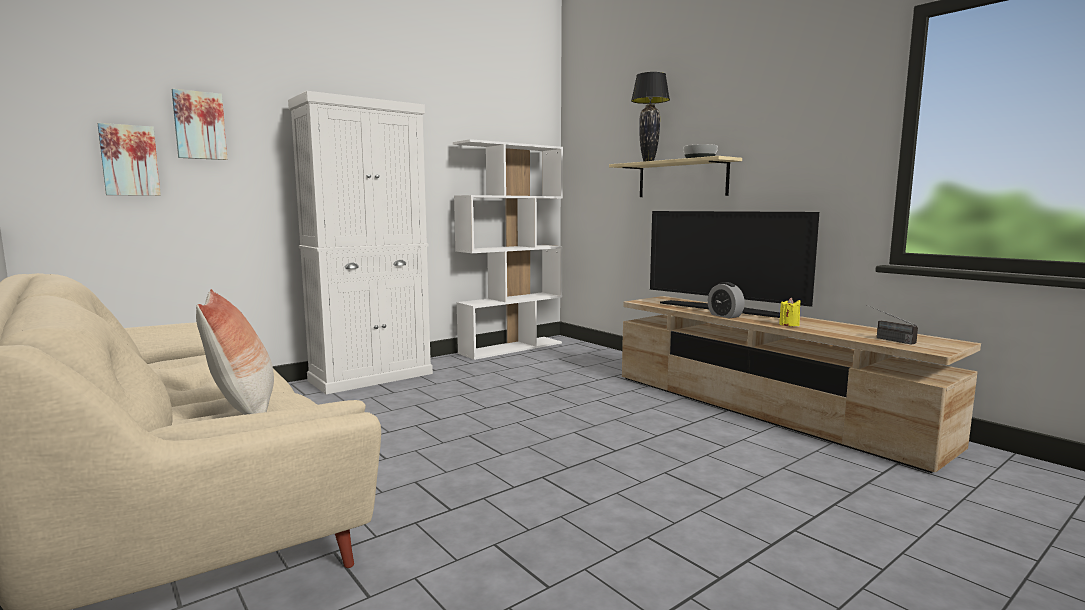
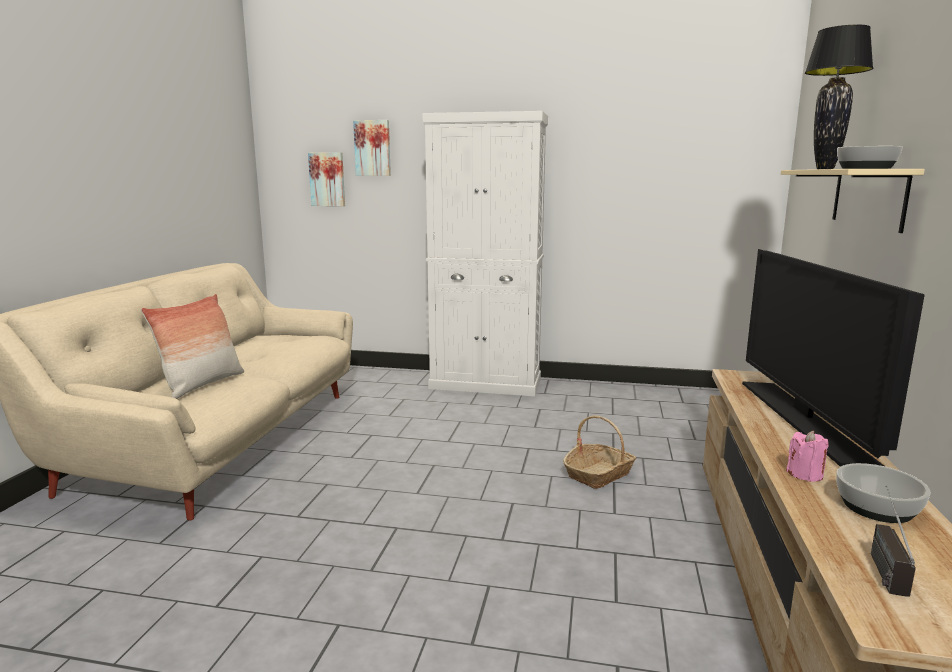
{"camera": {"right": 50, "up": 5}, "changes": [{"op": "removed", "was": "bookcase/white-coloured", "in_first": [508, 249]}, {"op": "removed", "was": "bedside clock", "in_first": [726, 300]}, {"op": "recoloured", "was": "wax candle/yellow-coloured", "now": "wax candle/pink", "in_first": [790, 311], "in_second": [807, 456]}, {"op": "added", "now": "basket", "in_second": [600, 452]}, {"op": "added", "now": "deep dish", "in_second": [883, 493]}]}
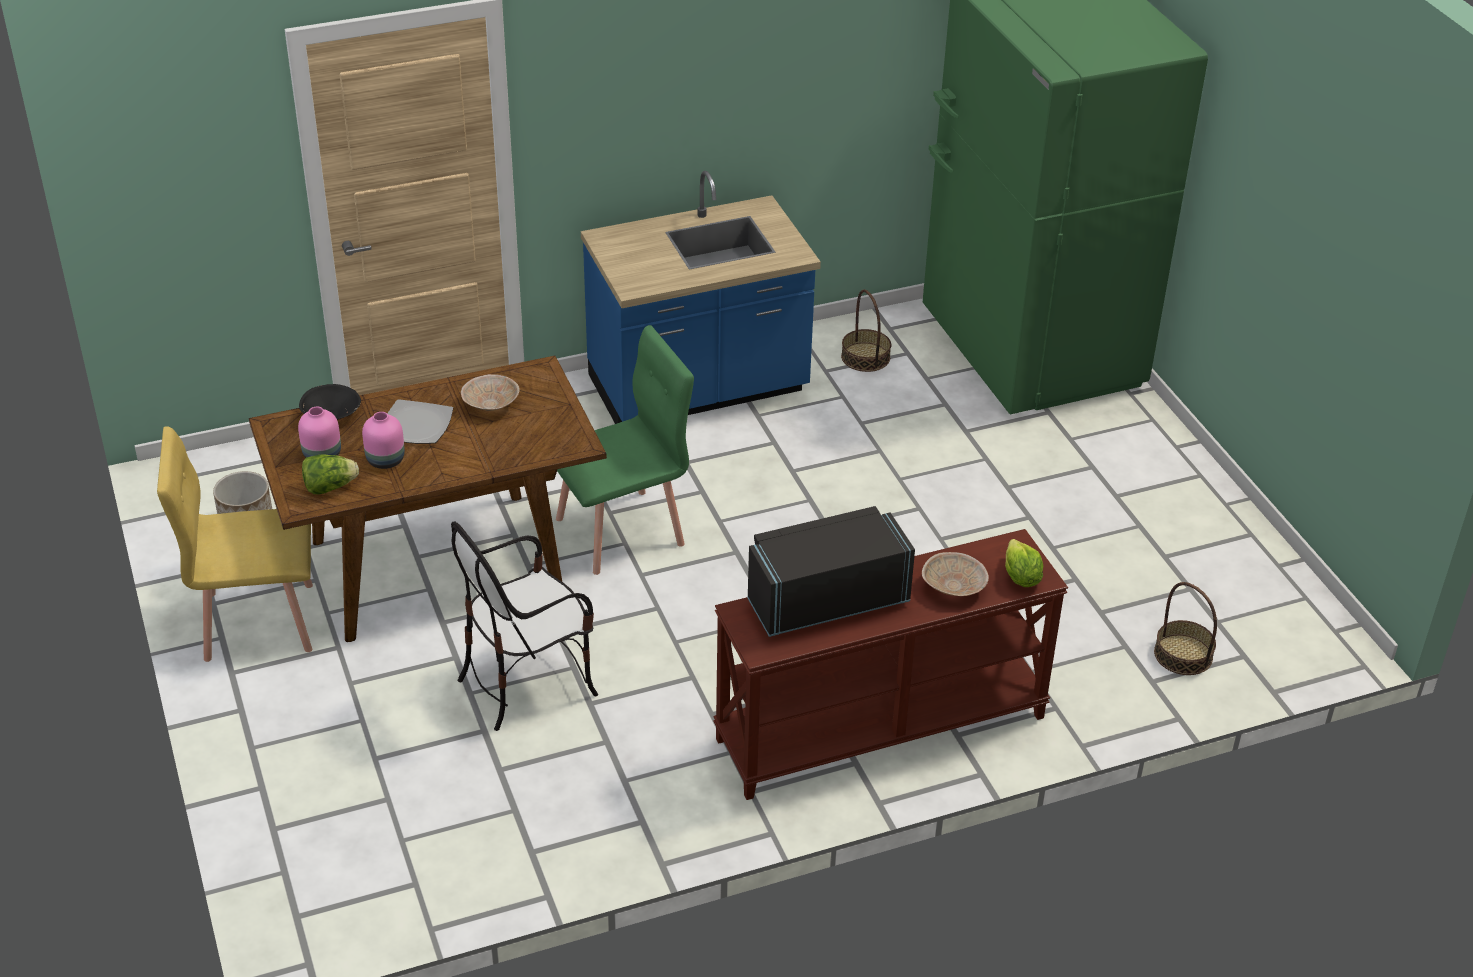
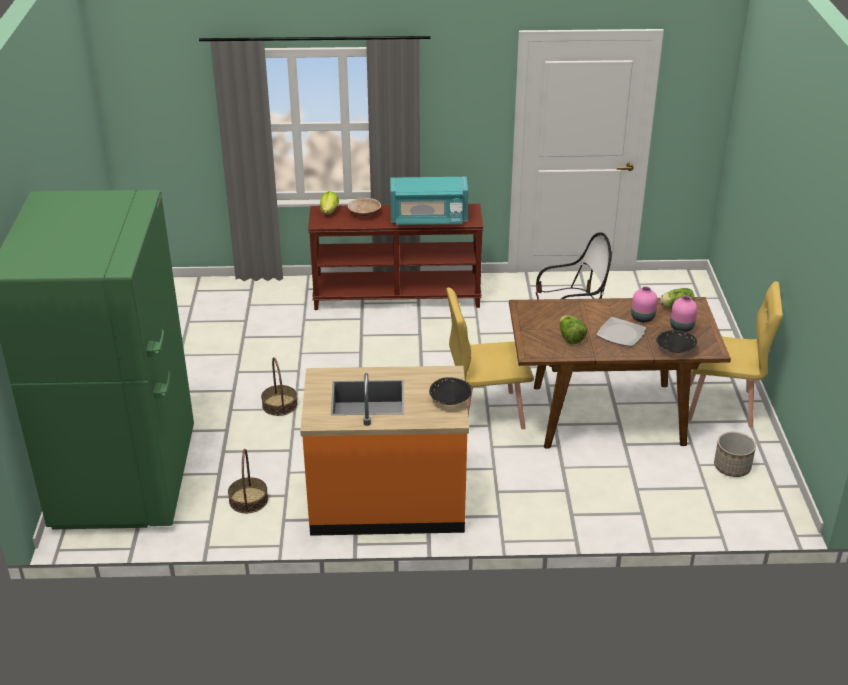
{"camera": {"right": -160, "up": -5}, "changes": [{"op": "replaced", "was": "deep dish/sand-coloured", "now": "lettuce head", "in_first": [490, 392], "in_second": [573, 329]}, {"op": "recoloured", "was": "plain chair/greenish", "now": "plain chair/yellow-coloured", "in_first": [625, 450], "in_second": [490, 358]}, {"op": "recoloured", "was": "counter/blue", "now": "counter/orange-coloured", "in_first": [701, 297], "in_second": [384, 451]}, {"op": "recoloured", "was": "microwave oven/blackish", "now": "microwave oven/blue-green", "in_first": [831, 571], "in_second": [429, 201]}, {"op": "moved", "was": "basket", "in_first": [1185, 628], "in_second": [279, 386]}, {"op": "added", "now": "deep dish/blackish", "in_second": [450, 391]}]}
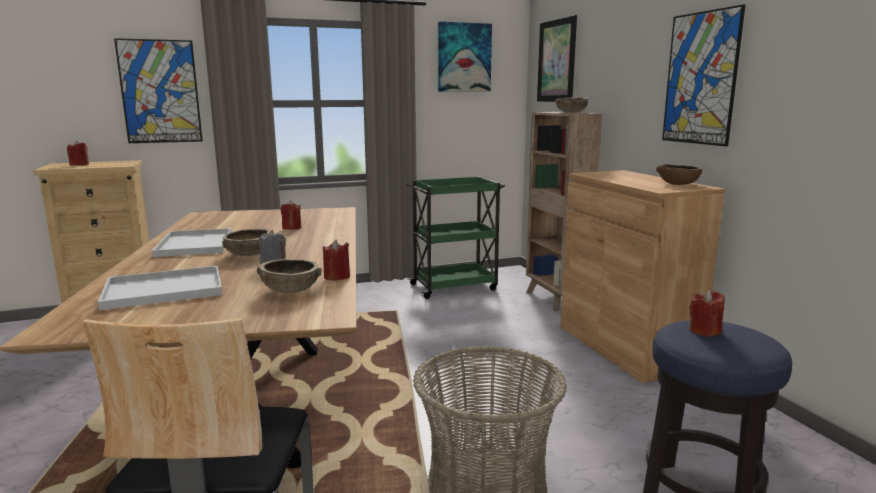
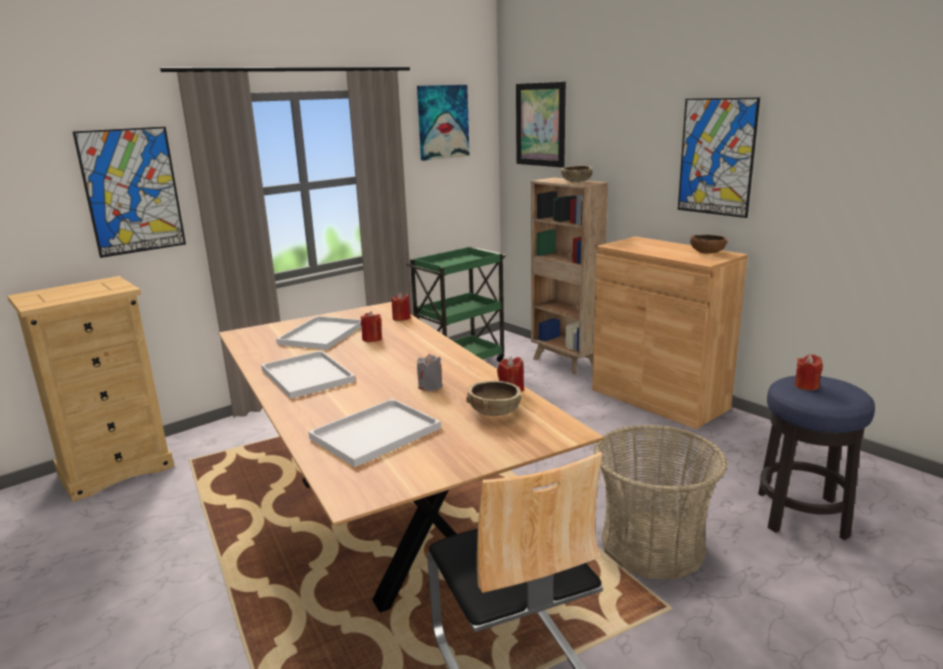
{"camera": {"right": -20, "up": 5}, "changes": [{"op": "moved", "was": "wax candle/reddish", "in_first": [78, 153], "in_second": [401, 306]}, {"op": "removed", "was": "deep dish/brown", "in_first": [246, 242]}, {"op": "added", "now": "tray/white-coloured", "in_second": [319, 333]}]}
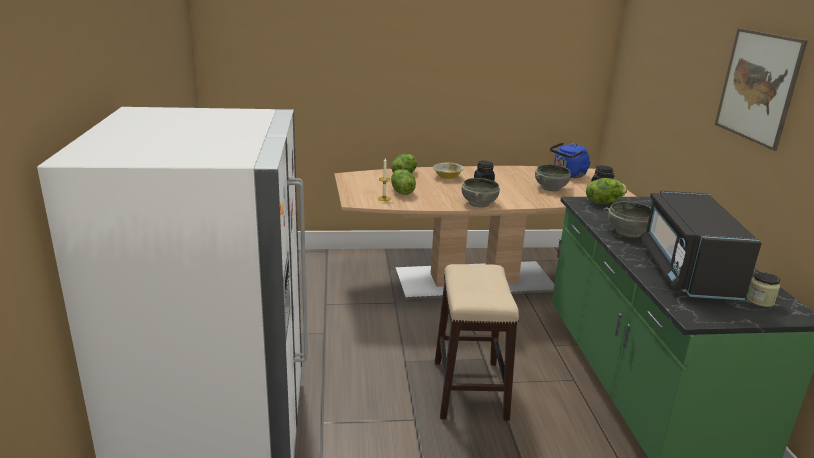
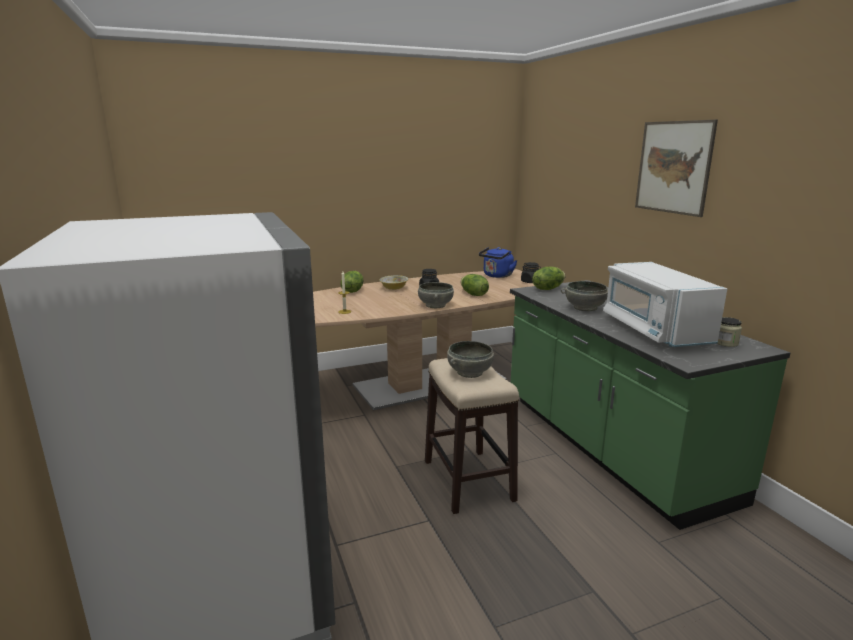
{"camera": {"right": -15, "up": -5}, "changes": [{"op": "moved", "was": "lettuce head", "in_first": [403, 182], "in_second": [475, 285]}, {"op": "moved", "was": "deep dish/greyish", "in_first": [553, 177], "in_second": [470, 359]}, {"op": "recoloured", "was": "microwave oven/blackish", "now": "microwave oven/white-coloured", "in_first": [701, 246], "in_second": [665, 304]}]}
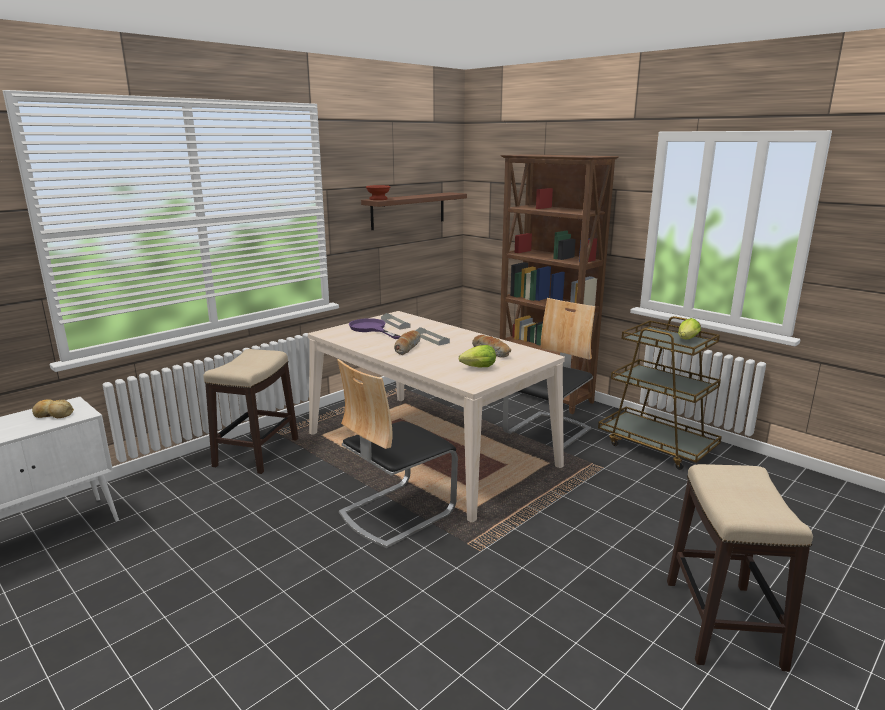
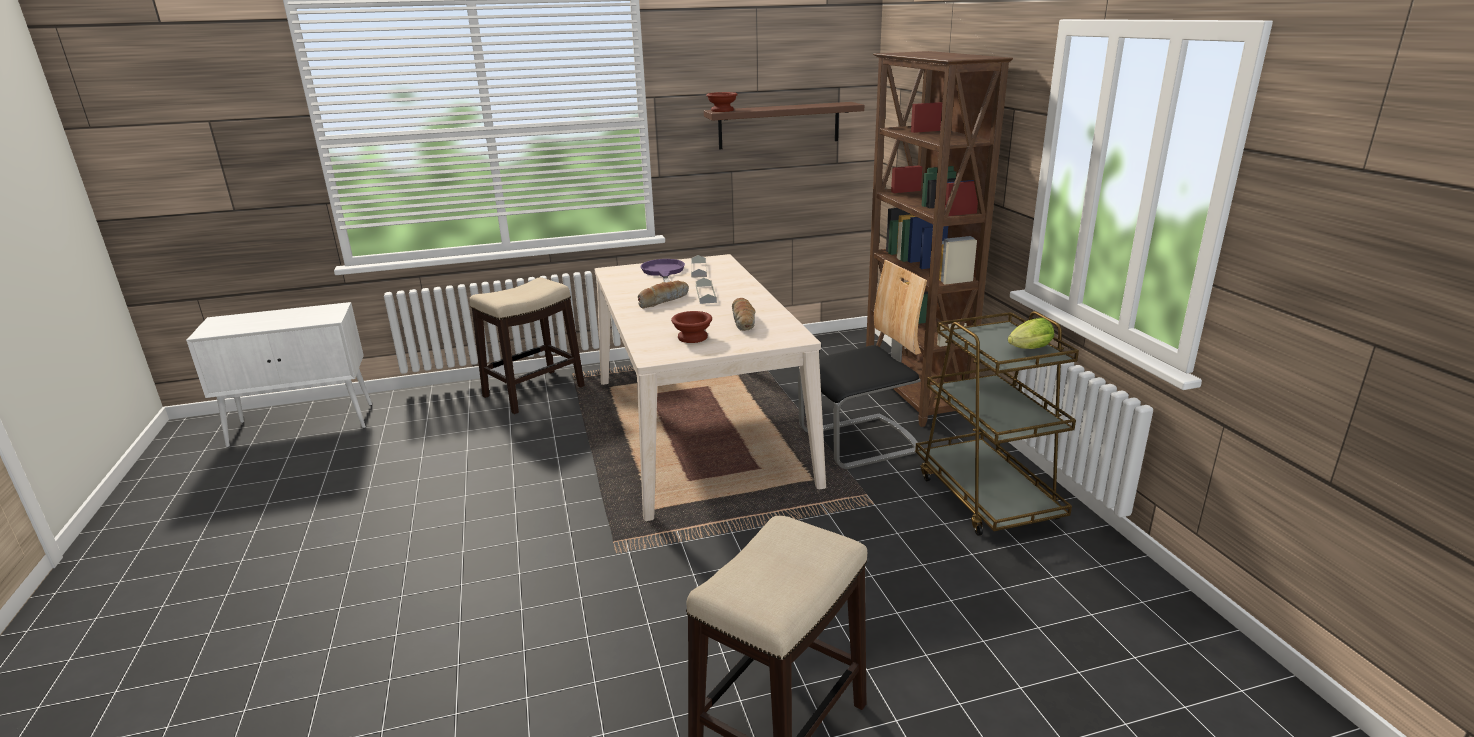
{"camera": {"right": 30, "up": 5}, "changes": [{"op": "removed", "was": "bakery bread", "in_first": [53, 408]}, {"op": "removed", "was": "plain chair", "in_first": [397, 453]}, {"op": "replaced", "was": "lettuce head", "now": "deep dish/brown", "in_first": [477, 356], "in_second": [691, 327]}]}
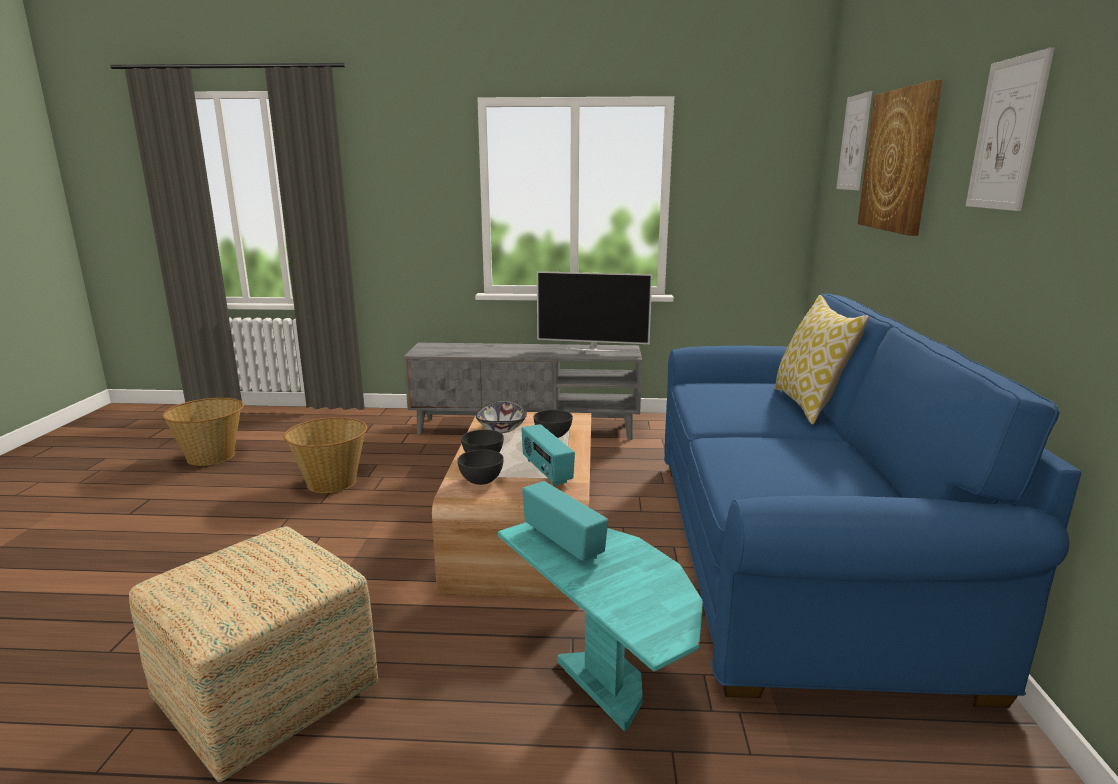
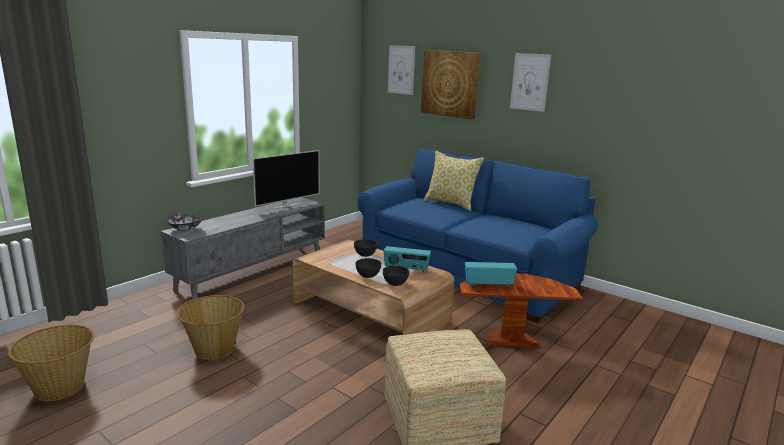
{"camera": {"right": -55, "up": 0}, "changes": [{"op": "moved", "was": "deep dish", "in_first": [501, 417], "in_second": [184, 222]}, {"op": "recoloured", "was": "end table/blue-green", "now": "end table/brown", "in_first": [600, 626], "in_second": [521, 310]}]}
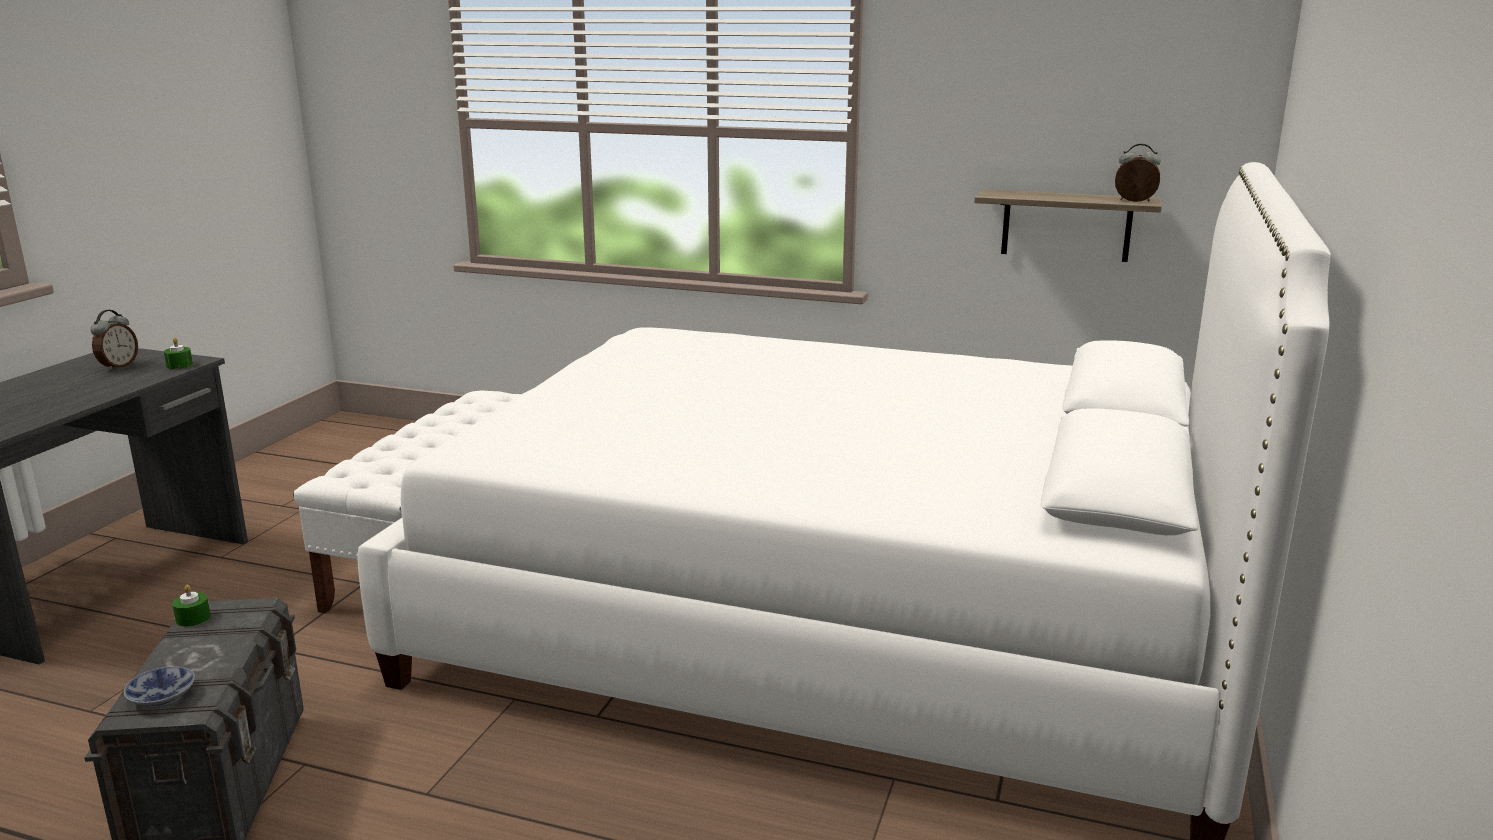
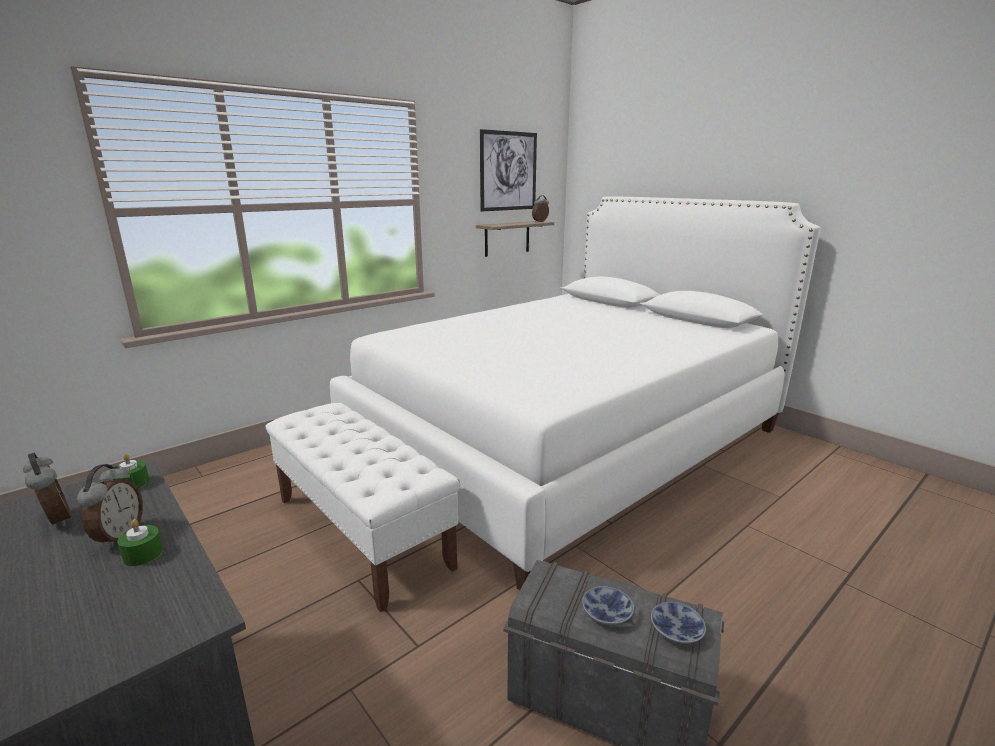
{"camera": {"right": -60, "up": 0}, "changes": [{"op": "moved", "was": "wax candle/greenish", "in_first": [191, 606], "in_second": [140, 542]}, {"op": "added", "now": "bedside clock", "in_second": [110, 506]}, {"op": "added", "now": "wall picture", "in_second": [508, 170]}, {"op": "added", "now": "deep dish", "in_second": [608, 605]}]}
